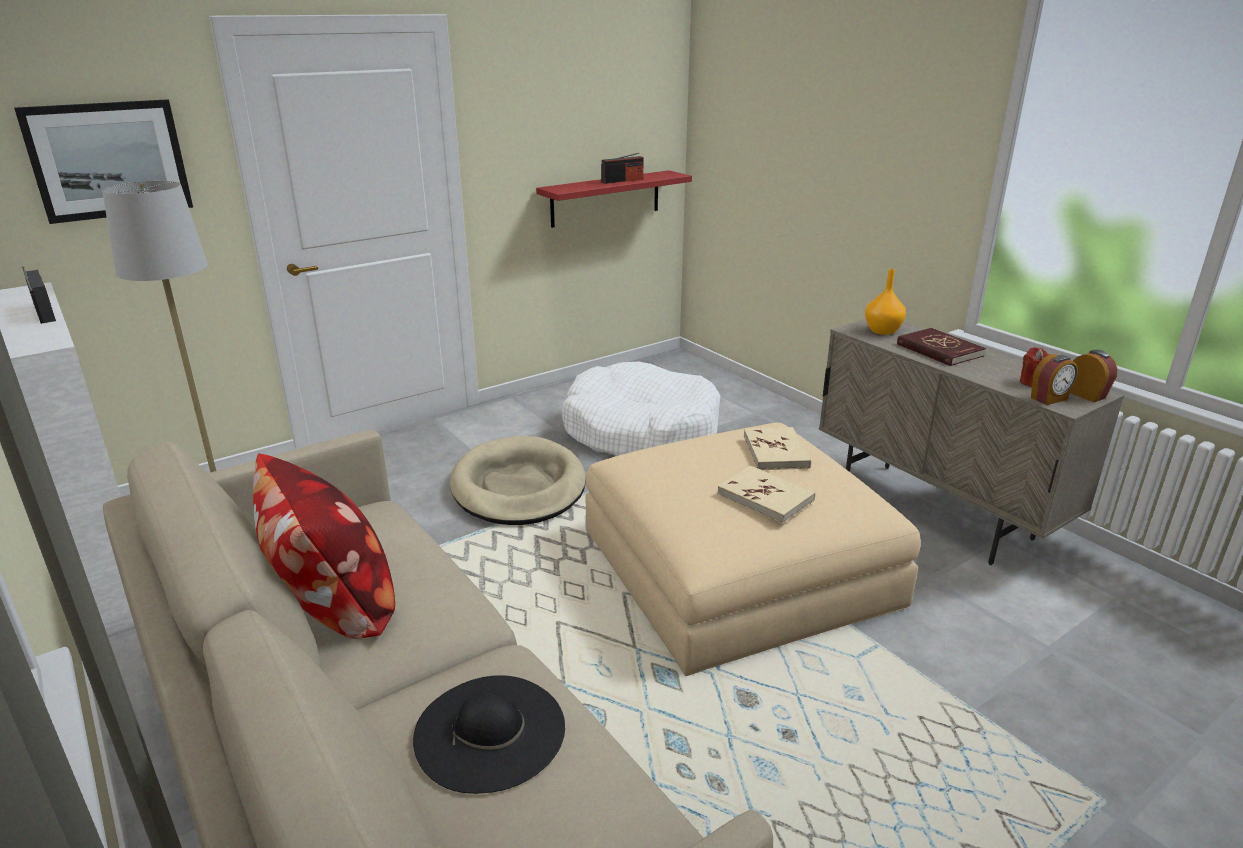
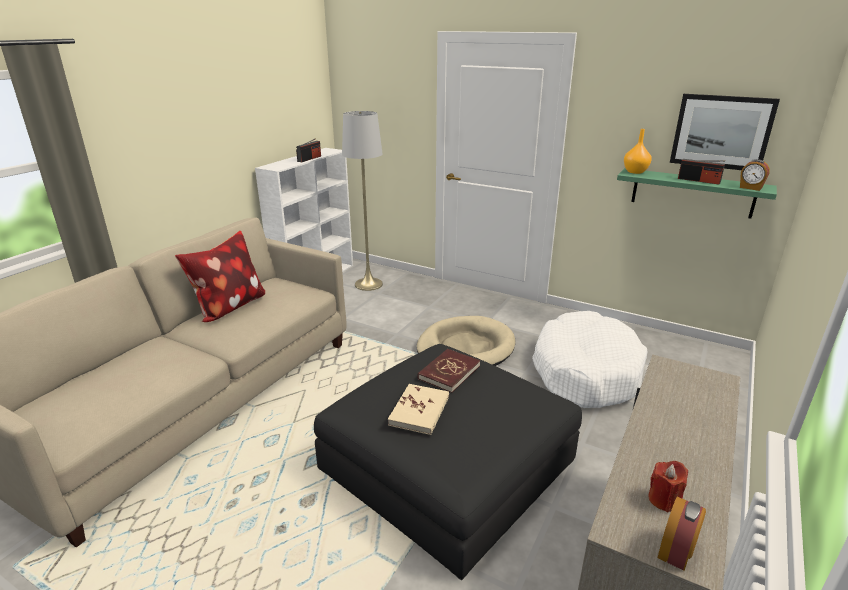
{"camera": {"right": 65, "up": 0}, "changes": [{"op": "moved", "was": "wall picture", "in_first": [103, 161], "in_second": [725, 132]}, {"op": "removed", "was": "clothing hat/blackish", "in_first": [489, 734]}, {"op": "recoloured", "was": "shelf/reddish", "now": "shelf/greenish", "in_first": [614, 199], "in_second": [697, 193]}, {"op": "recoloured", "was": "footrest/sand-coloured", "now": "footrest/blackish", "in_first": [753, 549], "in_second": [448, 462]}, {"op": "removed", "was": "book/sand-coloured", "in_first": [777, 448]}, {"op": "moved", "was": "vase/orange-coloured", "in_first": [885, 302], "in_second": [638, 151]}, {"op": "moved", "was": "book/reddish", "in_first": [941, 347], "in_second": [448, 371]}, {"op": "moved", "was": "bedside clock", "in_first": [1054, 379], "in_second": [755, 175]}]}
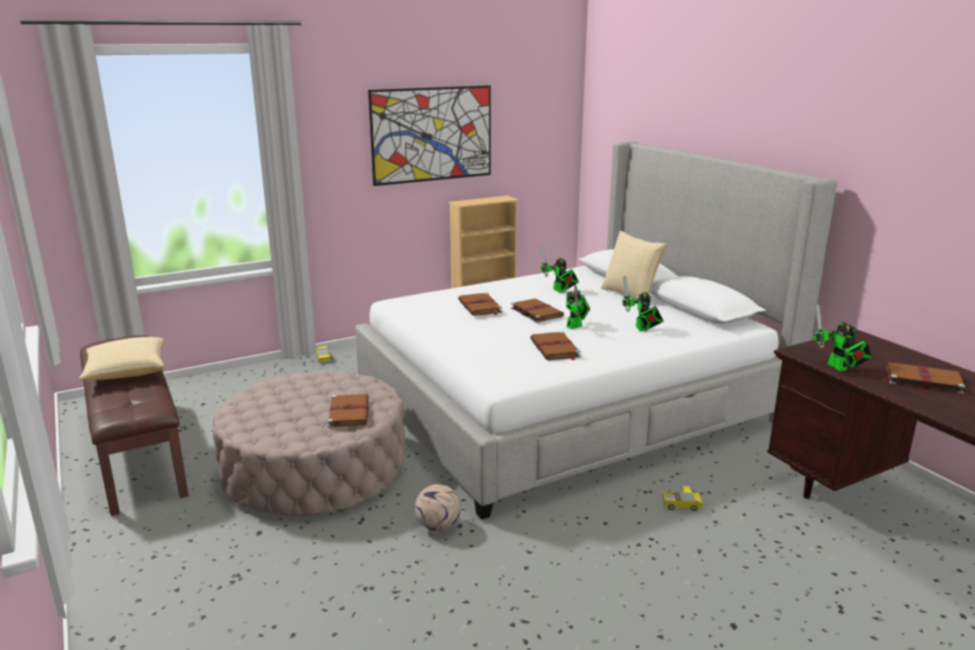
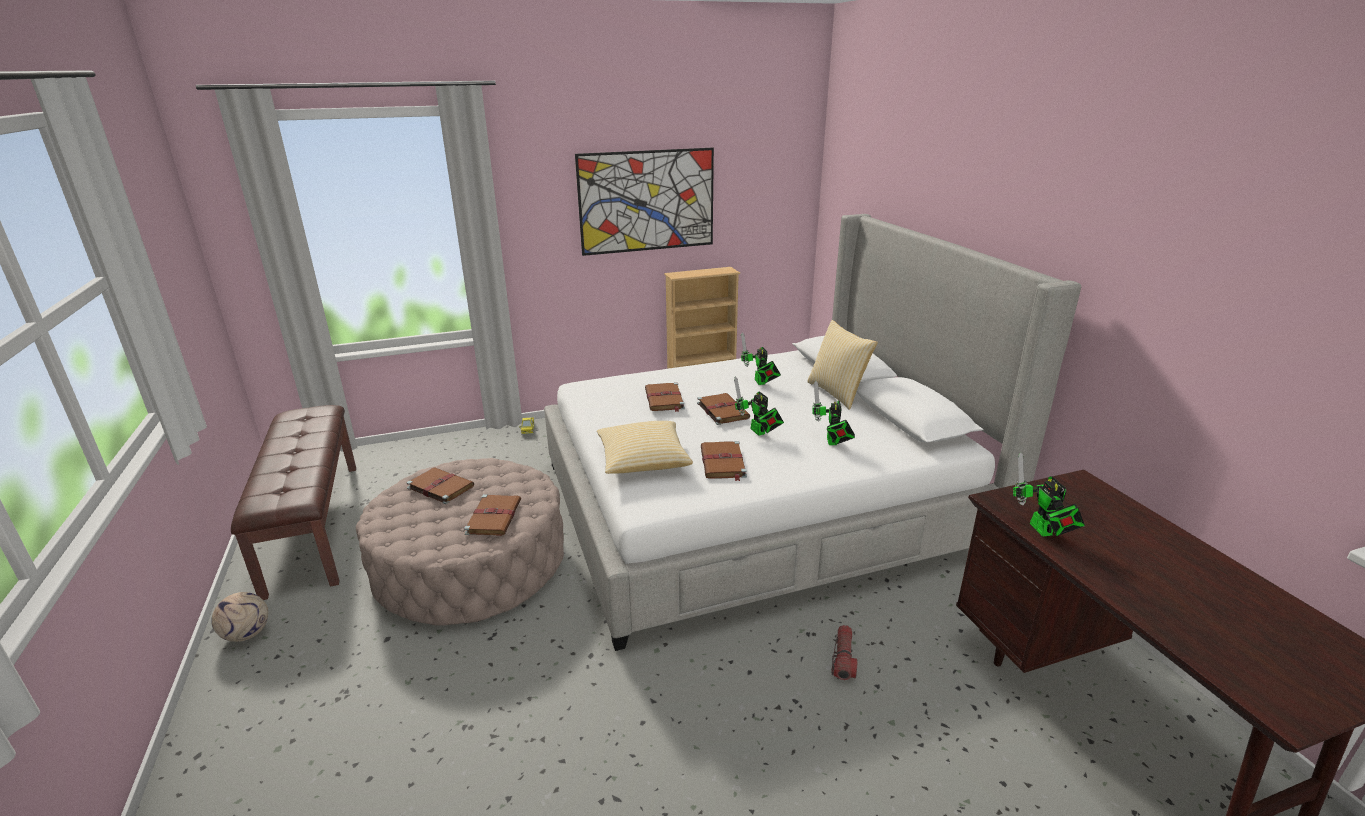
{"camera": {"right": 10, "up": 5}, "changes": [{"op": "moved", "was": "cushion", "in_first": [122, 358], "in_second": [645, 447]}, {"op": "moved", "was": "football", "in_first": [438, 507], "in_second": [239, 617]}, {"op": "turned", "was": "toy robot", "in_first": [578, 307], "in_second": [759, 406], "clockwise": 90}, {"op": "replaced", "was": "toy lorry", "now": "flashlight", "in_first": [682, 498], "in_second": [844, 652]}, {"op": "moved", "was": "book/brown", "in_first": [924, 378], "in_second": [440, 486]}]}
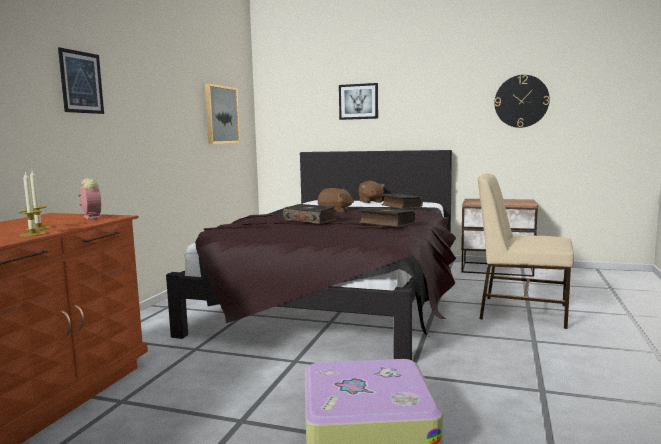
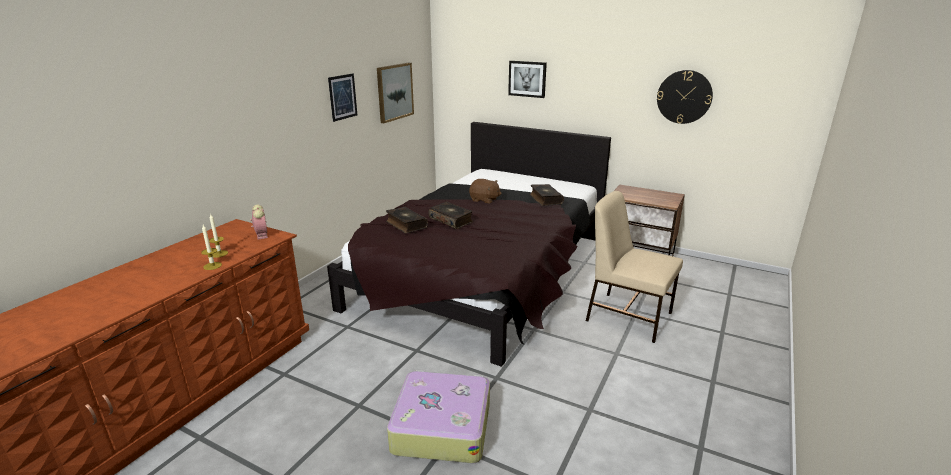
{"camera": {"right": 10, "up": 15}, "changes": [{"op": "moved", "was": "wall picture", "in_first": [81, 80], "in_second": [342, 97]}, {"op": "removed", "was": "cuddly toy/brown", "in_first": [371, 192]}, {"op": "moved", "was": "book", "in_first": [387, 217], "in_second": [407, 220]}]}
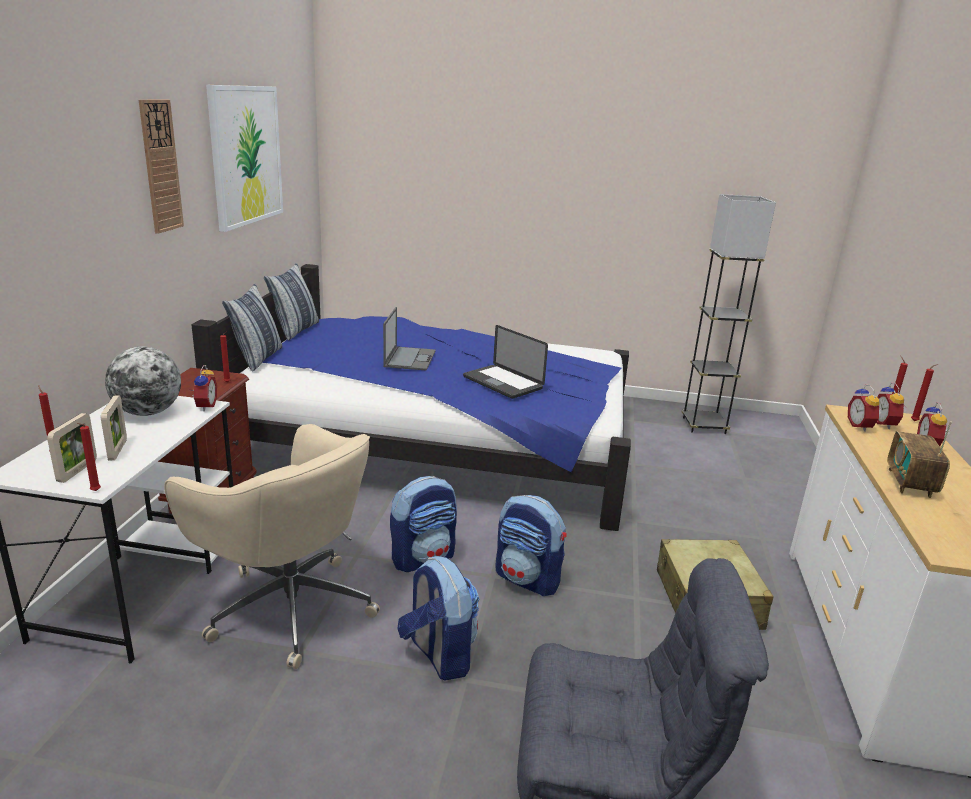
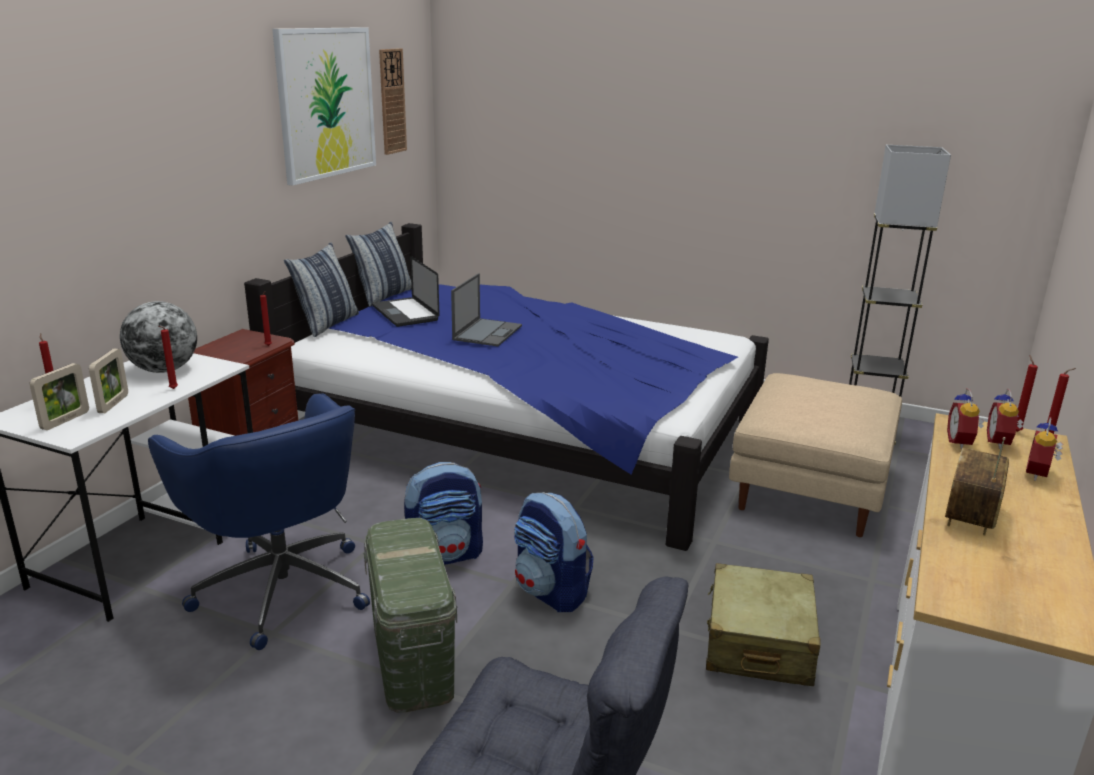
{"camera": {"right": 15, "up": 0}, "changes": [{"op": "moved", "was": "wax candle/reddish", "in_first": [89, 457], "in_second": [168, 357]}, {"op": "moved", "was": "hanging clock", "in_first": [161, 167], "in_second": [393, 101]}, {"op": "recoloured", "was": "desk chair/sand-coloured", "now": "desk chair/blue", "in_first": [272, 546], "in_second": [259, 522]}, {"op": "removed", "was": "bedside clock", "in_first": [204, 388]}, {"op": "replaced", "was": "knapsack", "now": "storage bin/greenish", "in_first": [438, 618], "in_second": [410, 615]}, {"op": "moved", "was": "laptop", "in_first": [505, 362], "in_second": [406, 291]}, {"op": "added", "now": "footrest/sand-coloured", "in_second": [815, 455]}]}
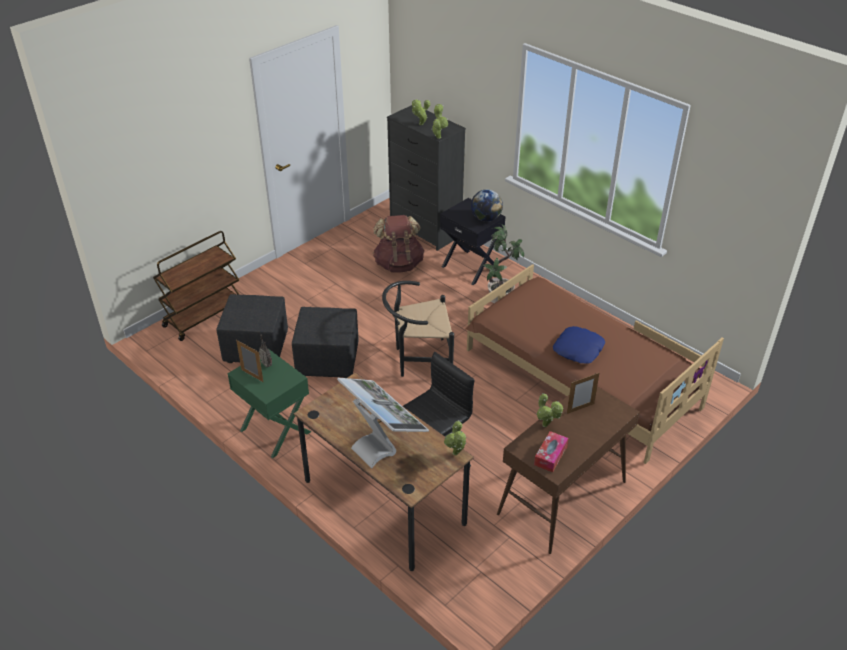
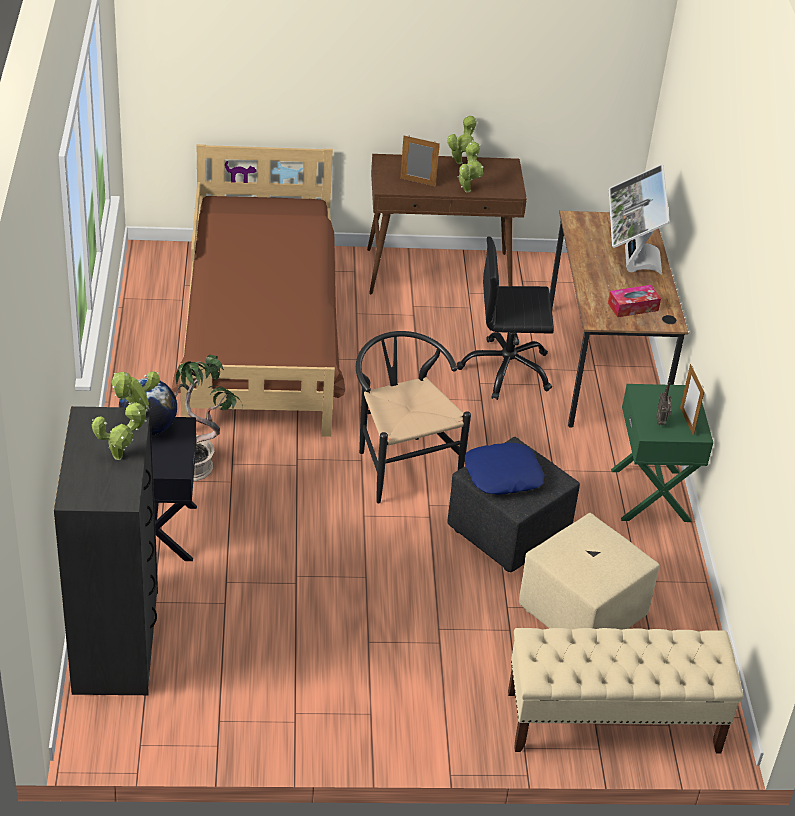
{"camera": {"right": -140, "up": 0}, "changes": [{"op": "replaced", "was": "trolley/brown", "now": "indoor bench/sand-coloured", "in_first": [196, 286], "in_second": [626, 691]}, {"op": "recoloured", "was": "footrest/blackish", "now": "footrest/sand-coloured", "in_first": [252, 328], "in_second": [589, 571]}, {"op": "removed", "was": "knapsack/brown", "in_first": [399, 244]}, {"op": "turned", "was": "plain chair/blackish", "in_first": [418, 329], "in_second": [413, 417], "clockwise": -150}, {"op": "moved", "was": "plant in a pot", "in_first": [455, 437], "in_second": [462, 140]}, {"op": "moved", "was": "tissue holder", "in_first": [551, 451], "in_second": [634, 301]}, {"op": "moved", "was": "cushion/blue", "in_first": [579, 345], "in_second": [505, 469]}]}
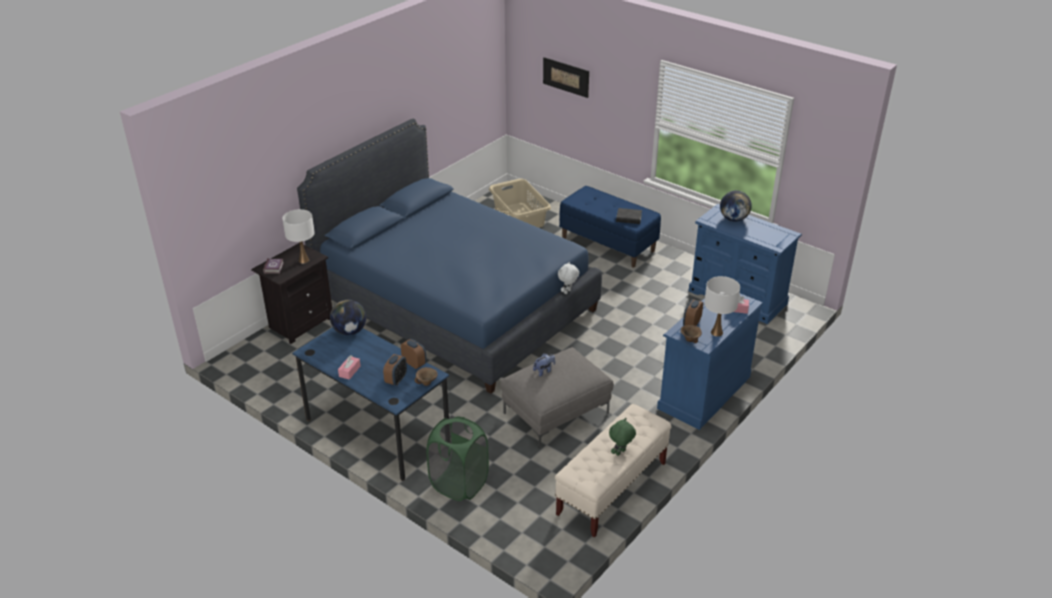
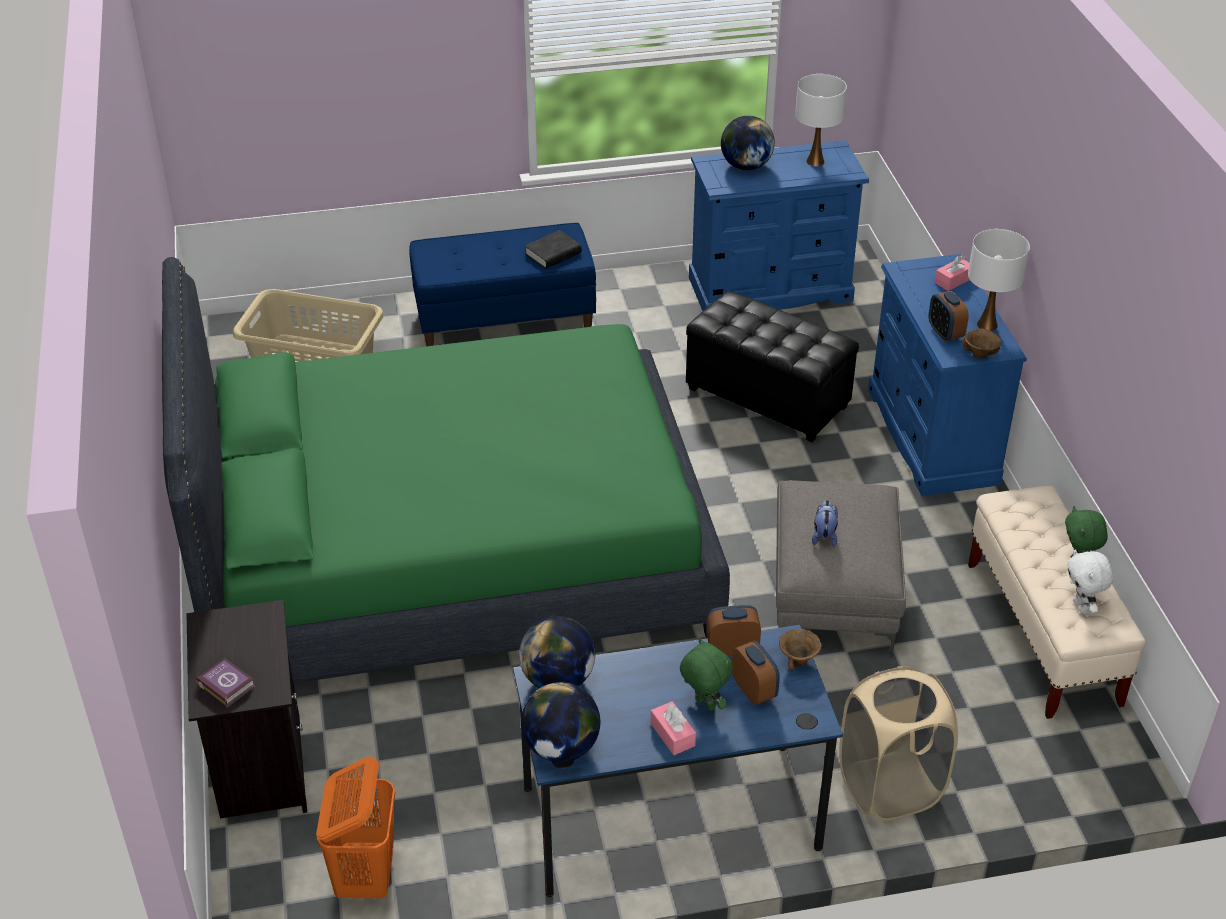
{"camera": {"right": -50, "up": 5}, "changes": [{"op": "moved", "was": "table lamp/white-coloured", "in_first": [298, 236], "in_second": [821, 120]}, {"op": "recoloured", "was": "bed/blue", "now": "bed/greenish", "in_first": [449, 256], "in_second": [446, 470]}, {"op": "recoloured", "was": "washing basket/greenish", "now": "washing basket/sand-coloured", "in_first": [457, 459], "in_second": [898, 743]}, {"op": "removed", "was": "wall picture", "in_first": [566, 77]}, {"op": "moved", "was": "cuddly toy/white-coloured", "in_first": [568, 278], "in_second": [1090, 582]}, {"op": "added", "now": "washing basket/orange-coloured", "in_second": [355, 827]}, {"op": "added", "now": "desk globe", "in_second": [560, 722]}, {"op": "added", "now": "cuddly toy/greenish", "in_second": [706, 674]}, {"op": "added", "now": "footrest/blackish", "in_second": [772, 366]}]}
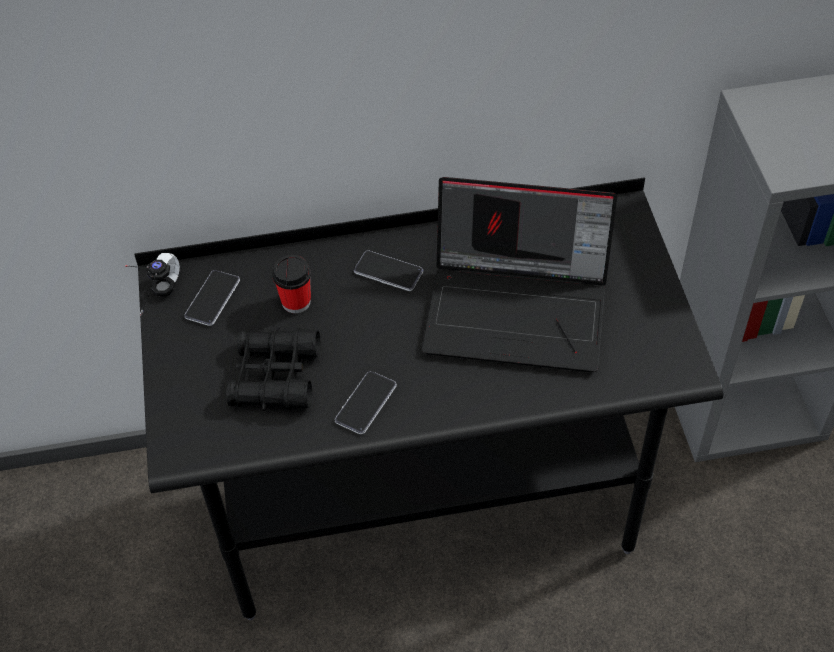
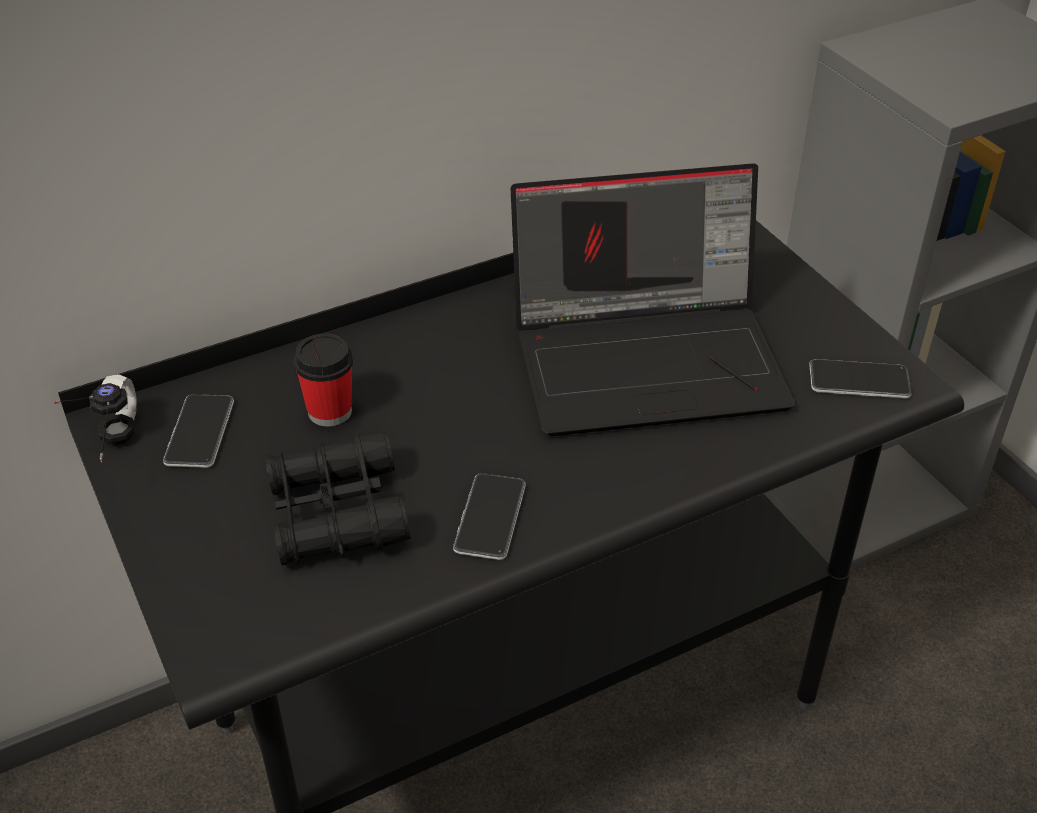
{"camera": {"right": -20, "up": -10}, "changes": [{"op": "moved", "was": "telephone", "in_first": [388, 271], "in_second": [860, 379]}]}
